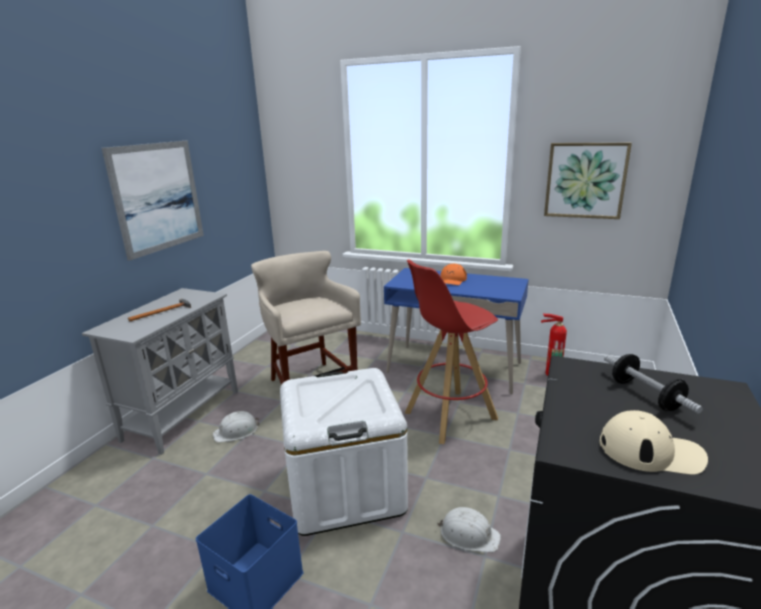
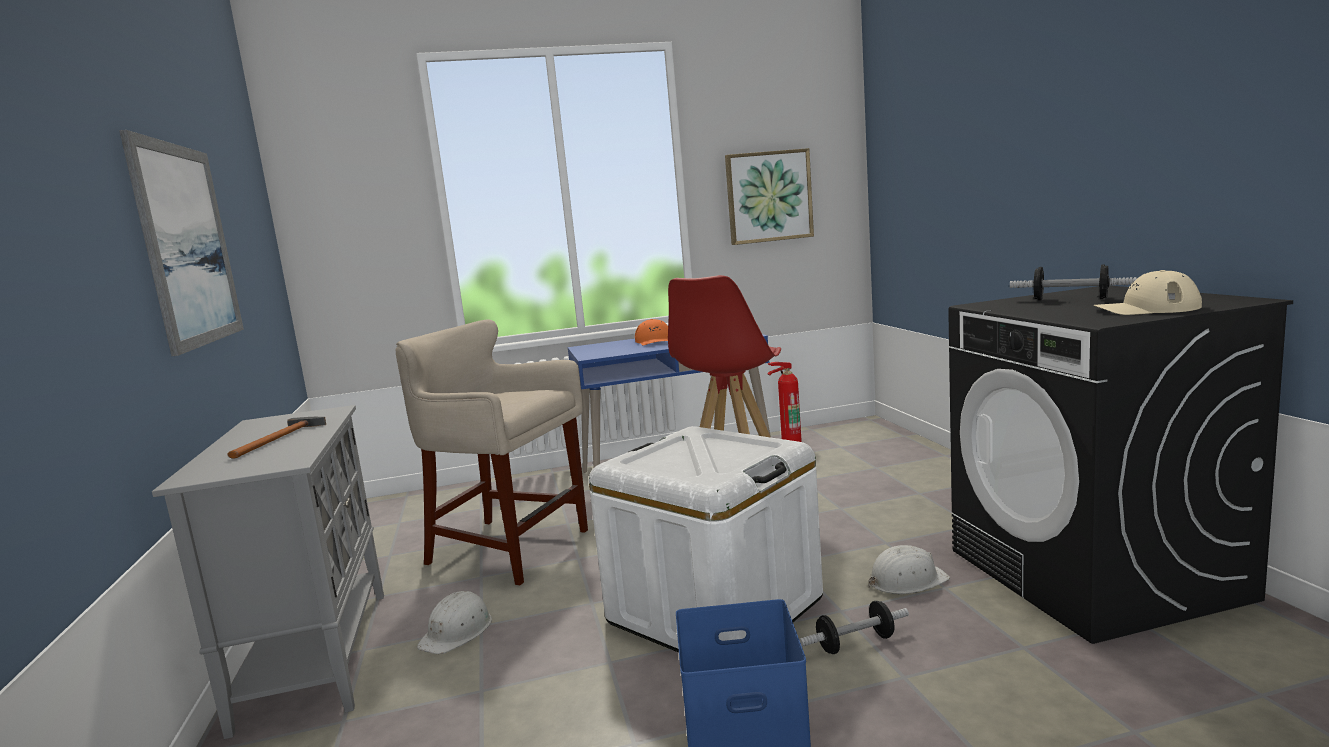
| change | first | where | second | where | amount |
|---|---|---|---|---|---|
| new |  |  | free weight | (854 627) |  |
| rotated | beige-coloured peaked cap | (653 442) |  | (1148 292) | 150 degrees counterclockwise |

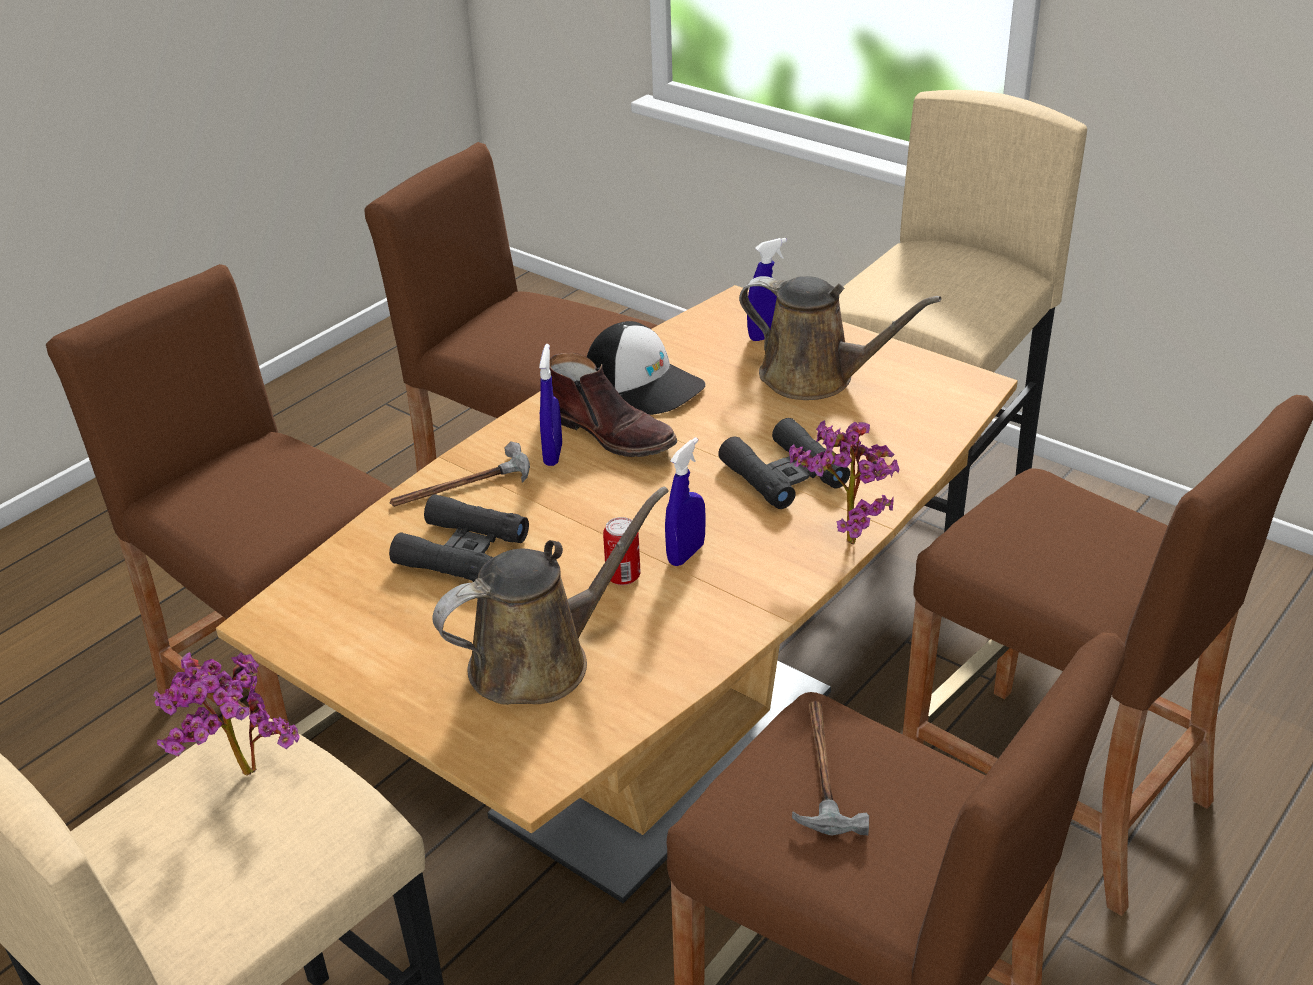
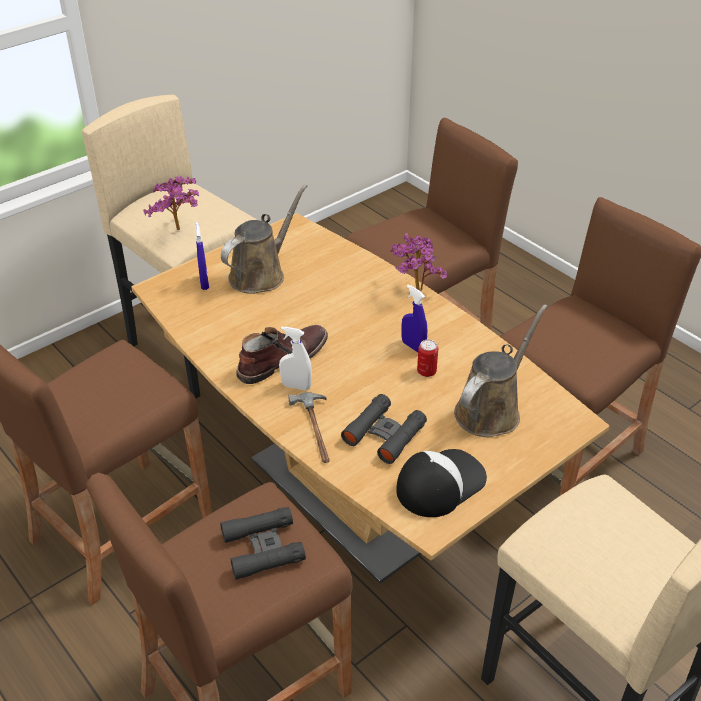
| change | first | where | second | where | amount |
|---|---|---|---|---|---|
| shifted | houseplant | (226 714) |  | (171 203) |  |
| shifted | black pair of binoculars | (784 463) |  | (263 543) |  |
| repainted | bluish sprayer | (550 405) | white sprayer | (295 358) |  |
| shifted | peaked cap | (646 368) |  | (441 483) |  |
| rotated | brown watering pot | (550 595) |  | (501 370) | 60 degrees clockwise |
| gone | hand hammer | (830 768) |  |  |  |

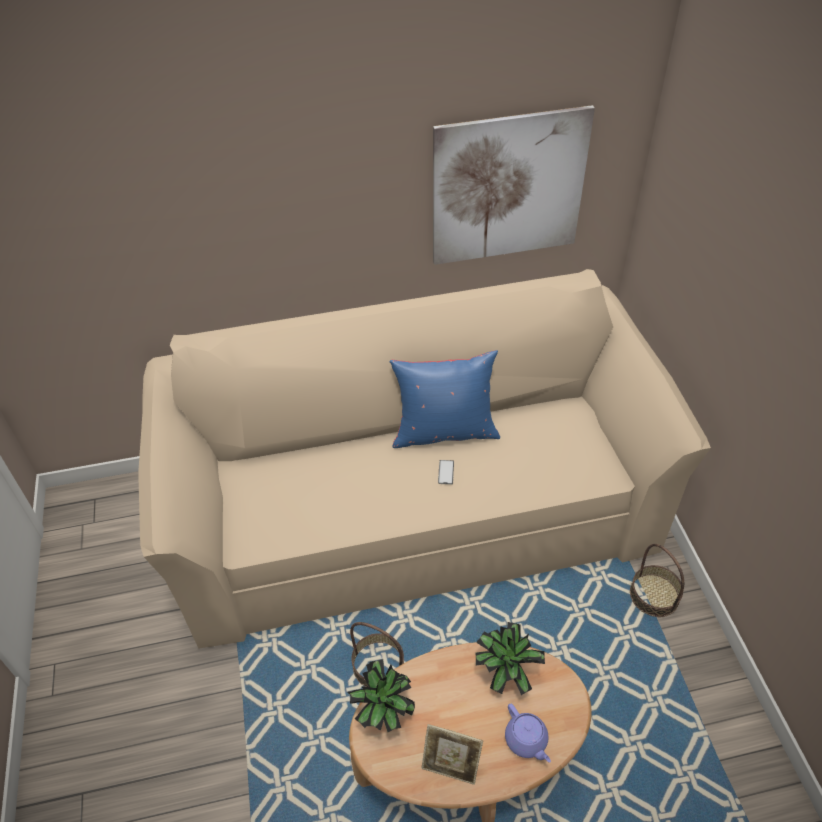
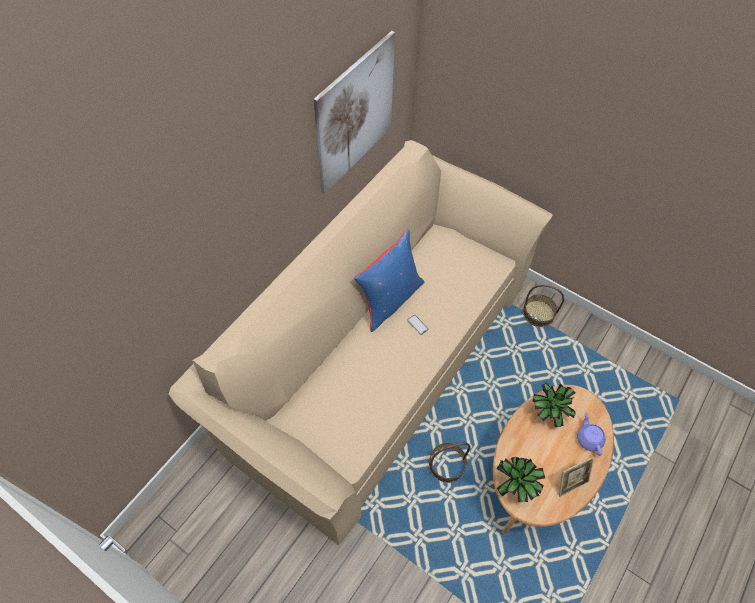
| change | first | where | second | where | amount |
|---|---|---|---|---|---|
| rotated | purplish teapot | (528 733) |  | (591 434) | 120 degrees counterclockwise |

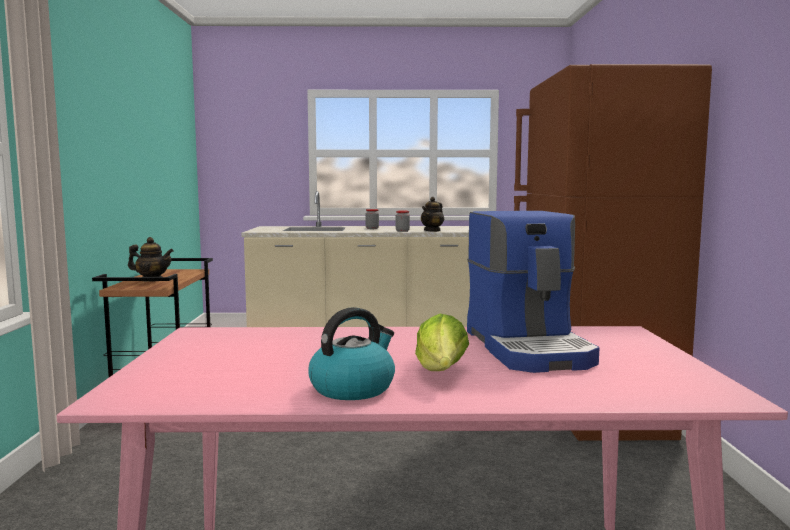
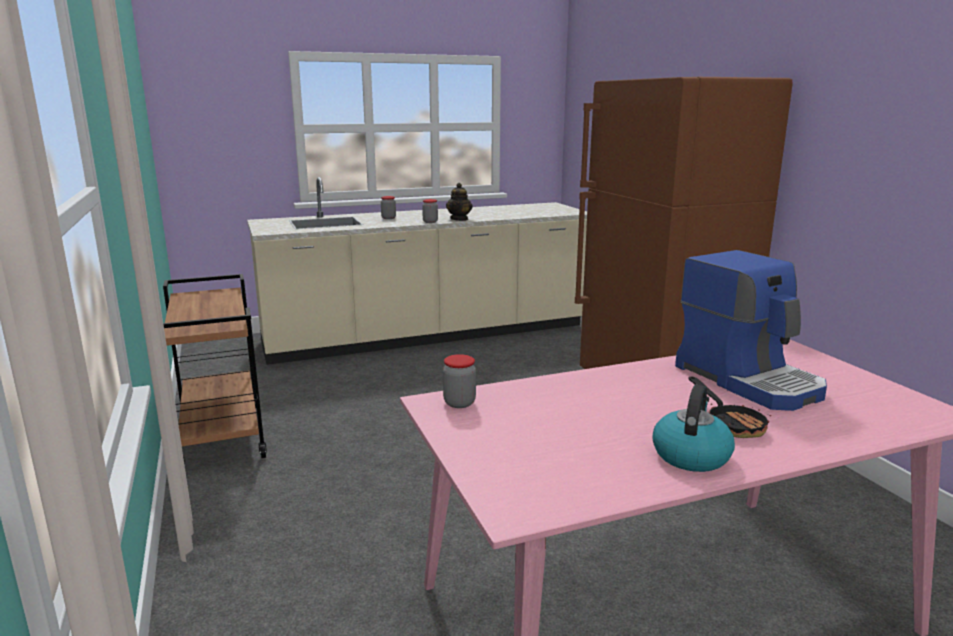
| change | first | where | second | where | amount |
|---|---|---|---|---|---|
| new |  |  | preserve jar | (459 381) |  |
| swapped | lettuce head | (442 342) | pan | (730 407) |  |
| gone | teapot | (151 259) |  |  |  |

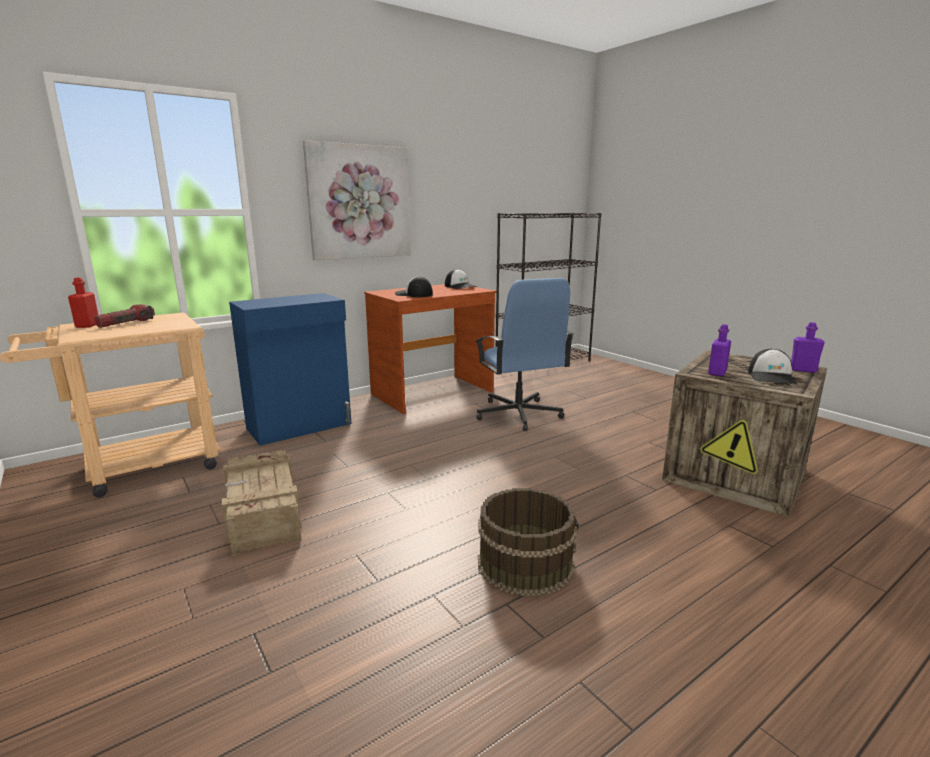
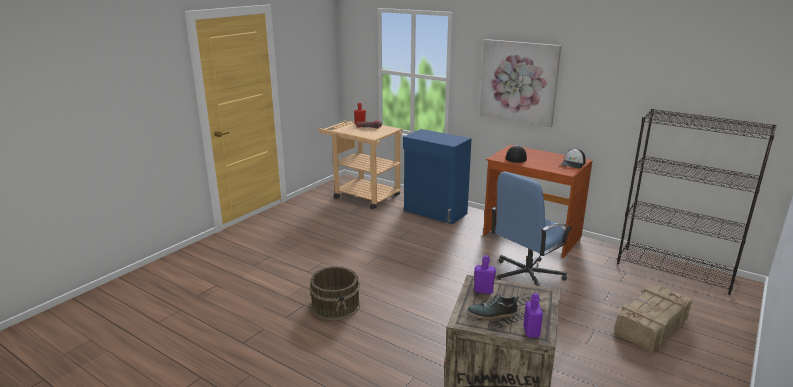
| change | first | where | second | where | amount |
|---|---|---|---|---|---|
| swapped | peaked cap | (772 366) | item of footwear | (493 307) |  |
| shifted | packing crate | (262 503) |  | (653 319) |  |

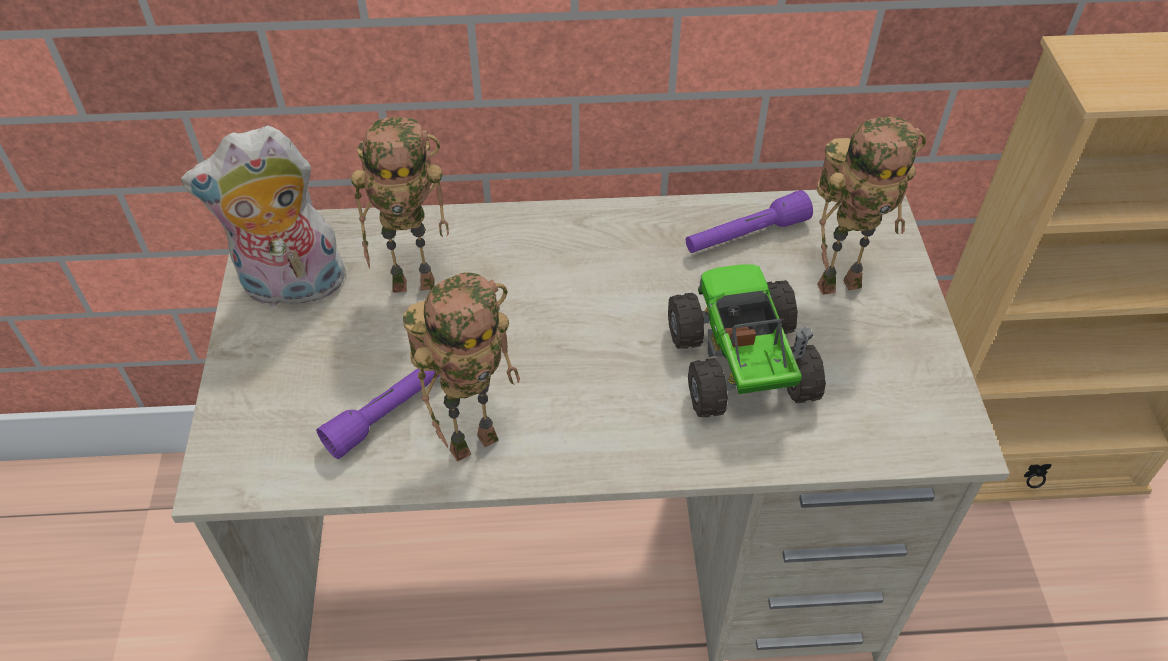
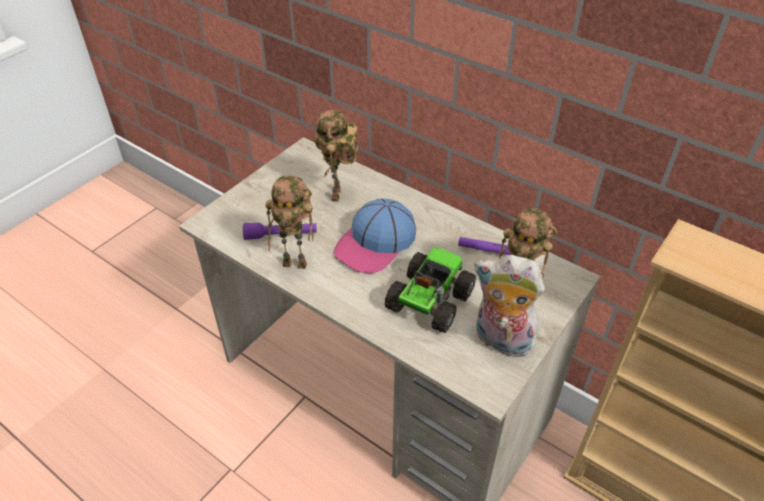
| change | first | where | second | where | amount |
|---|---|---|---|---|---|
| rotated | model robot | (400 205) |  | (336 156) | 60 degrees clockwise |
| new |  |  | peaked cap | (375 235) |  |
| shifted | cuddly toy | (264 217) |  | (509 306) |  |

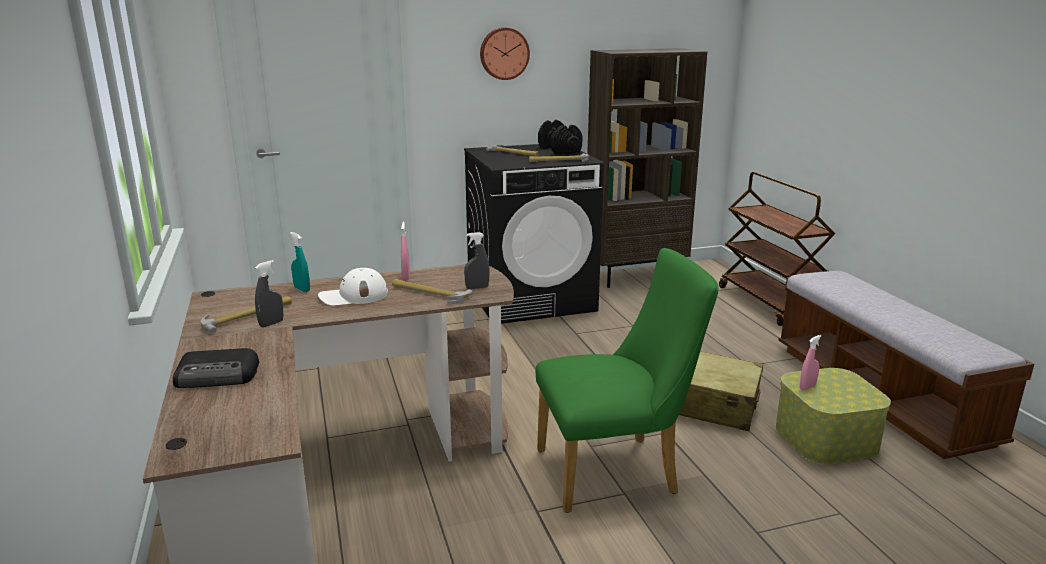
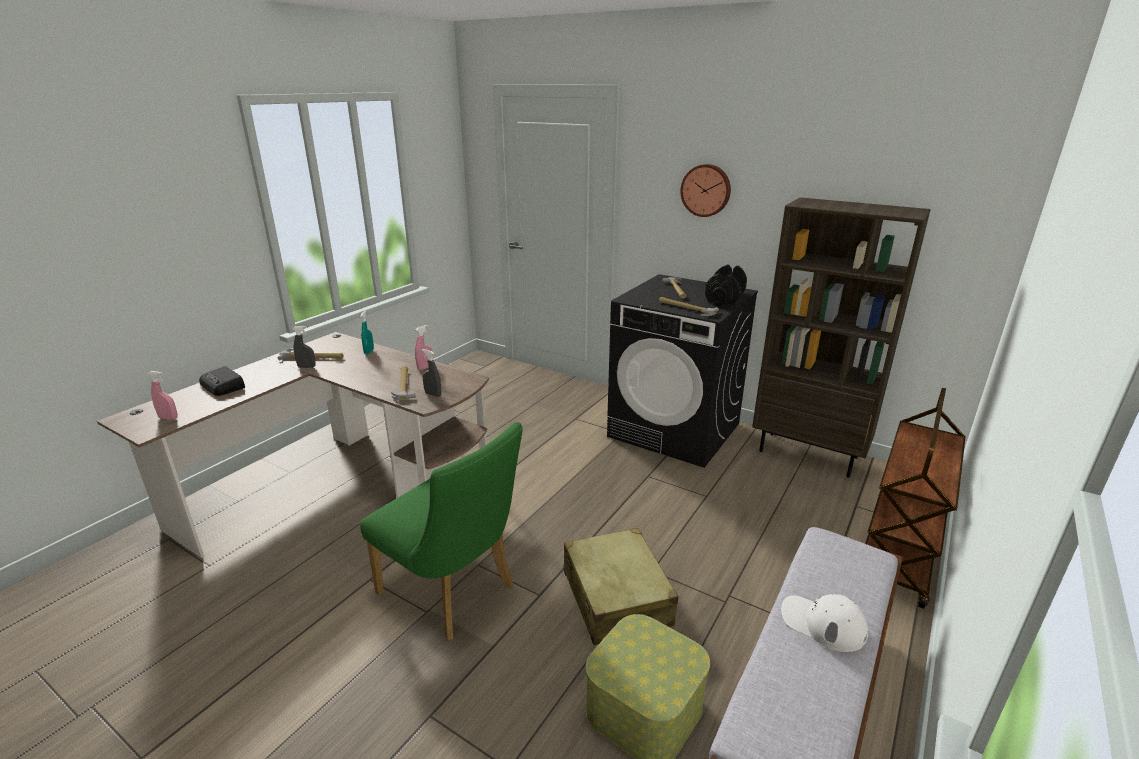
| change | first | where | second | where | amount |
|---|---|---|---|---|---|
| shifted | pinkish sprayer | (811 362) |  | (162 395) |  |
| shifted | white peaked cap | (353 287) |  | (824 623) |  |

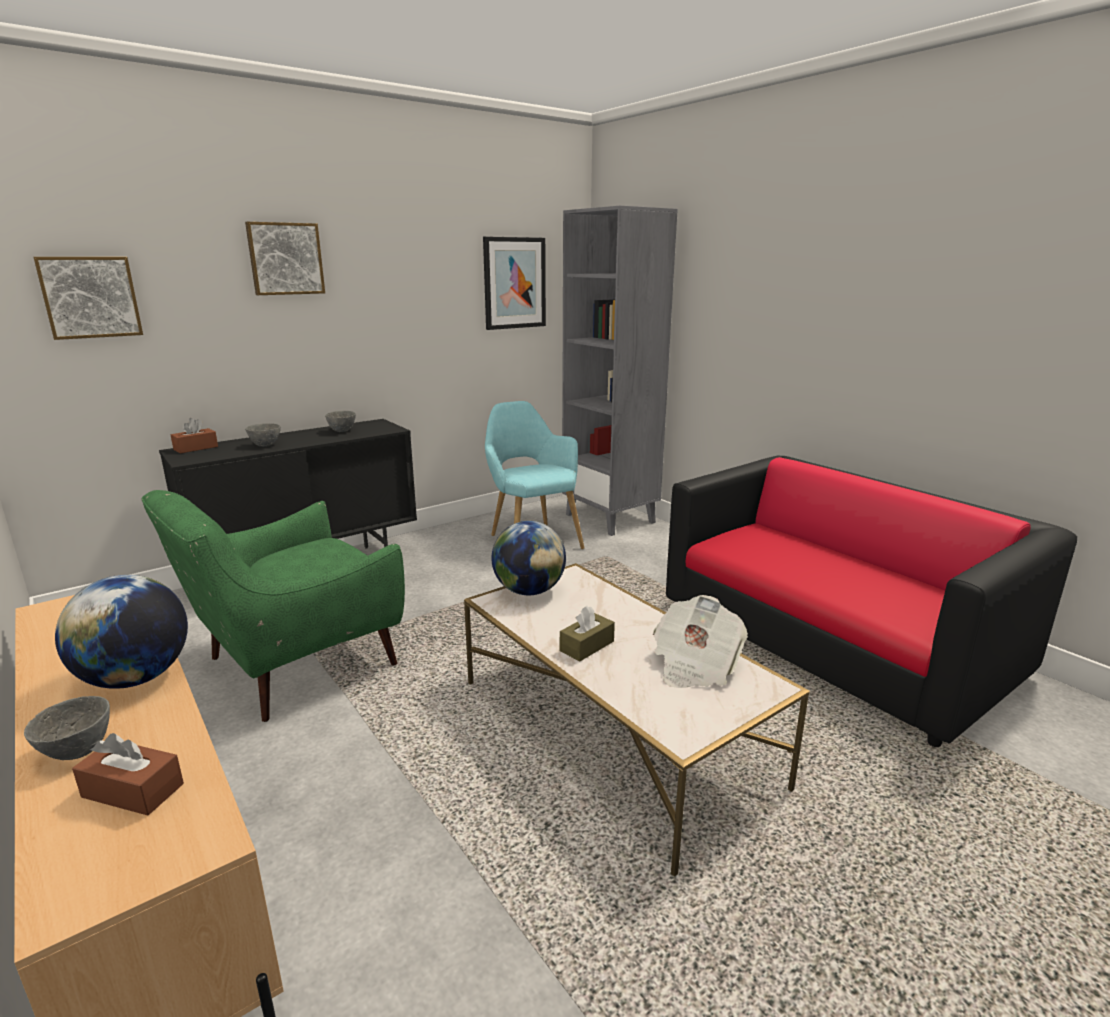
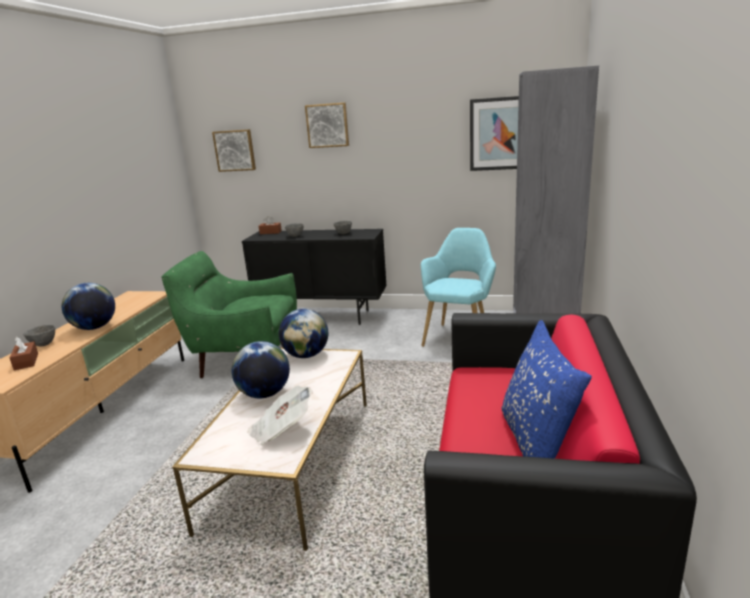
| change | first | where | second | where | amount |
|---|---|---|---|---|---|
| swapped | brown tissue box | (587 634) | world globe | (261 369) |  |
| new |  |  | bluish pillow | (547 389) |  |

